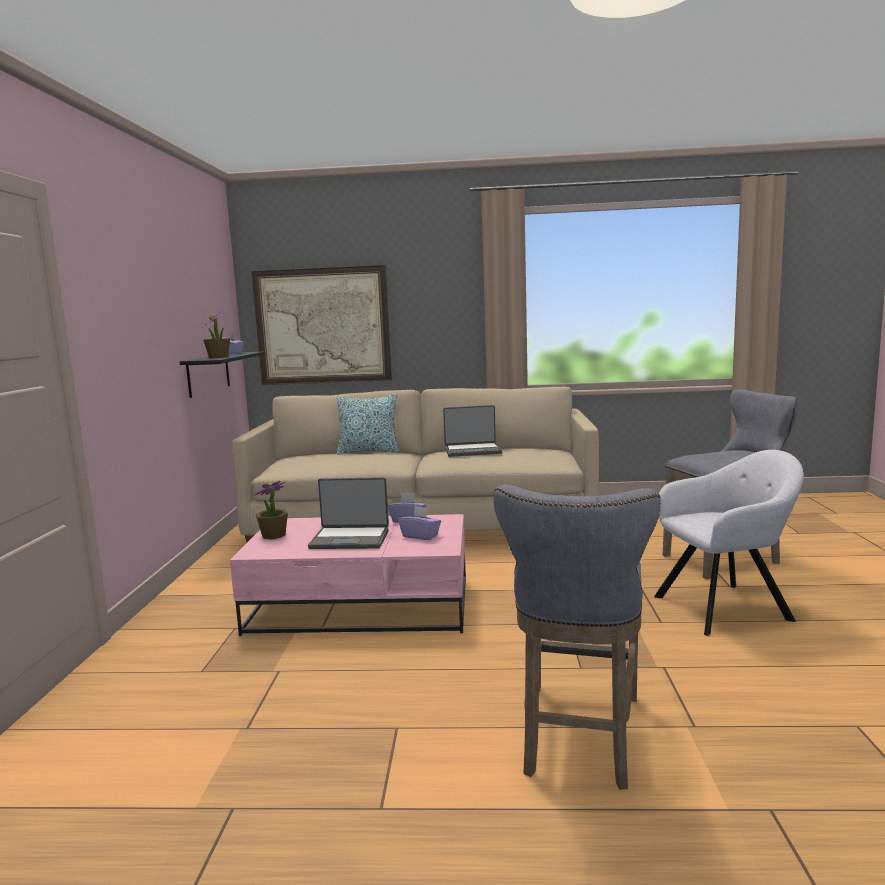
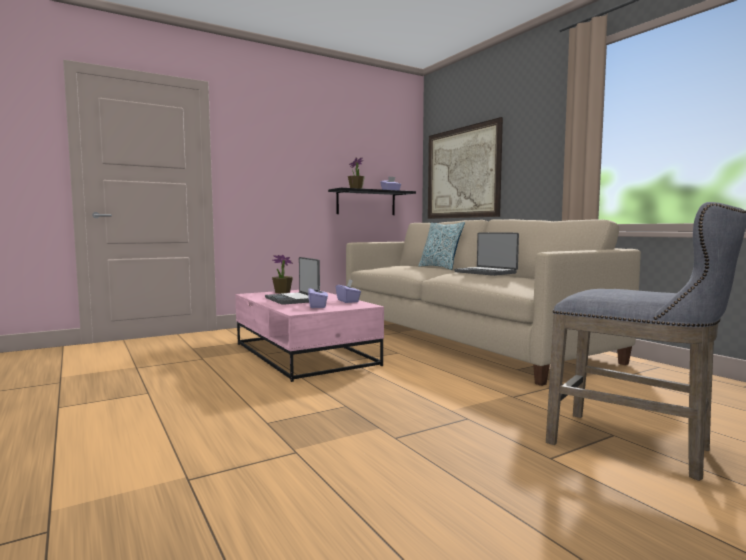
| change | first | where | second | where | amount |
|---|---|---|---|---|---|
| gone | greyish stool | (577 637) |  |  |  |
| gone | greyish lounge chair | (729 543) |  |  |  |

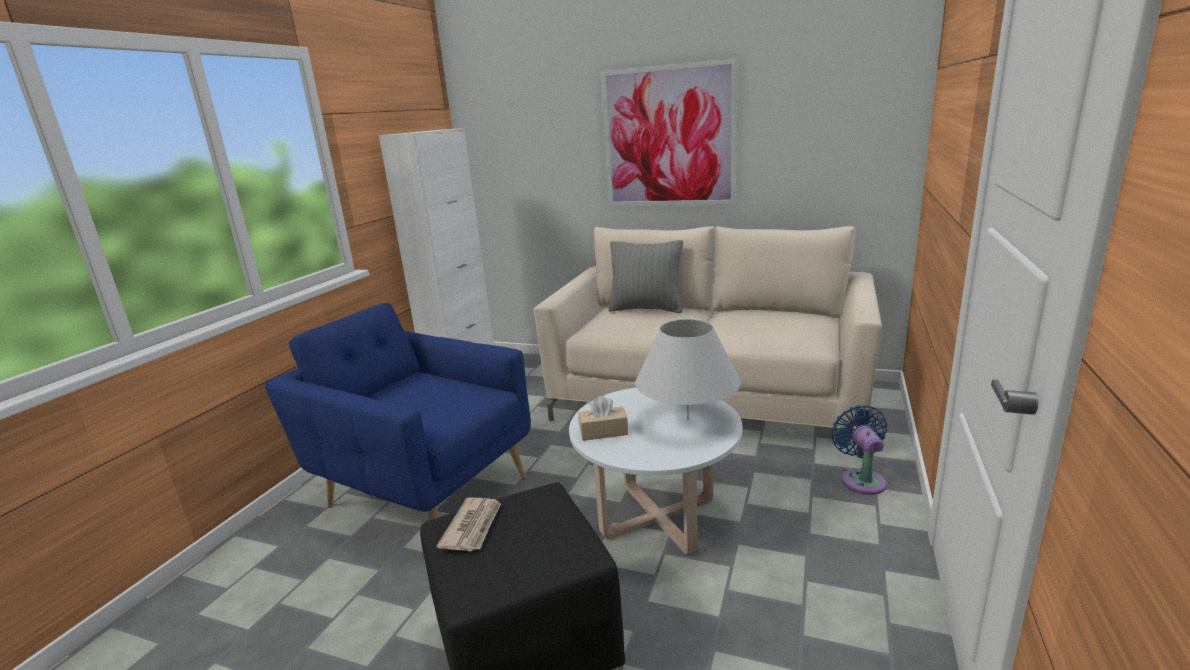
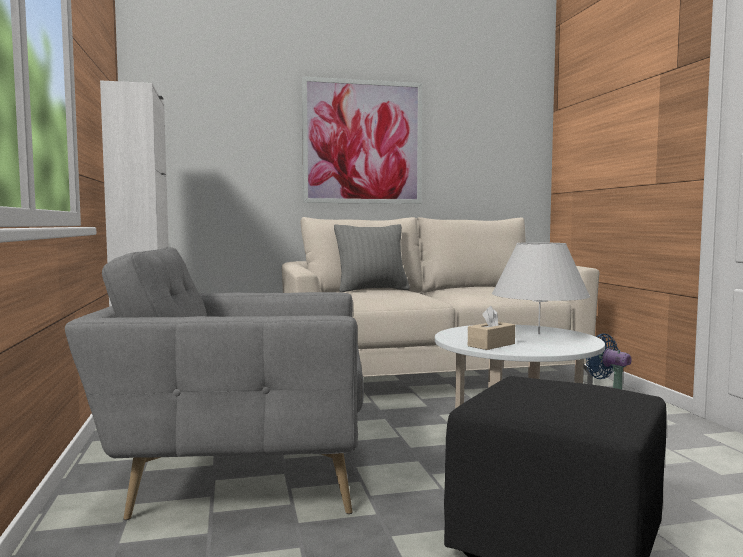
| change | first | where | second | where | amount |
|---|---|---|---|---|---|
| repainted | bluish lounge chair | (398 411) | greyish lounge chair | (214 383) |  |
| gone | printed paper | (469 524) |  |  |  |

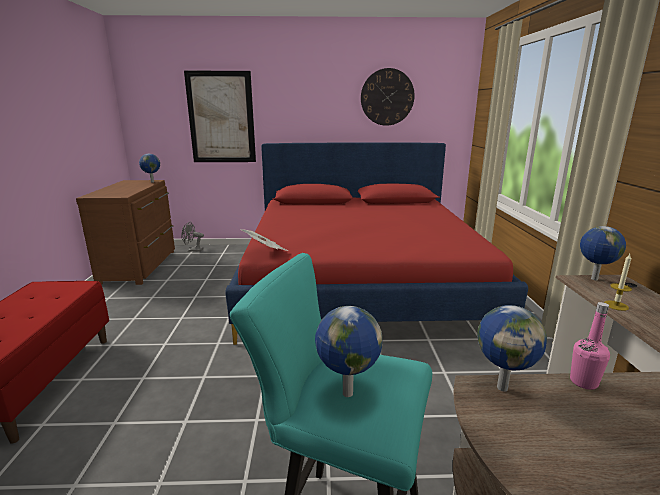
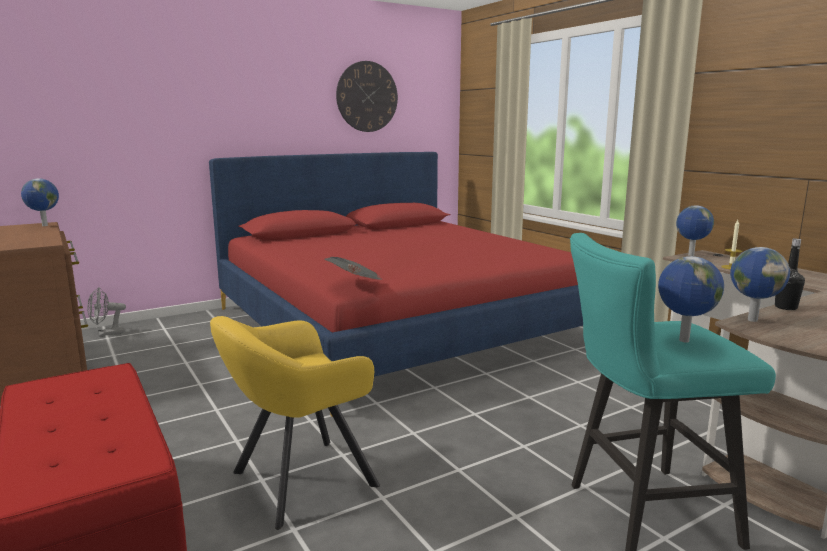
| change | first | where | second | where | amount |
|---|---|---|---|---|---|
| new |  |  | yellowish lounge chair | (295 423) |  |
| repainted | pinkish bottle | (590 346) | black bottle | (790 274) |  |
| gone | wall art | (220 116) |  |  |  |

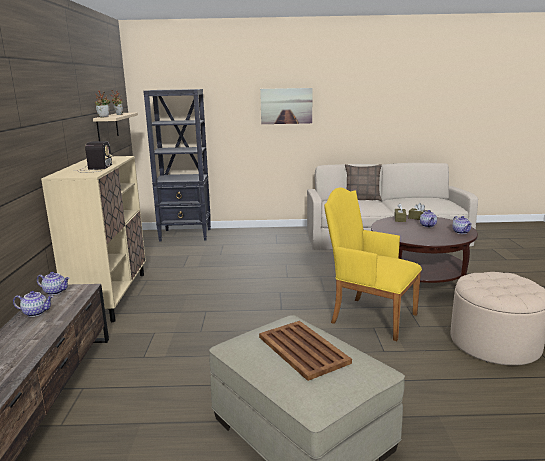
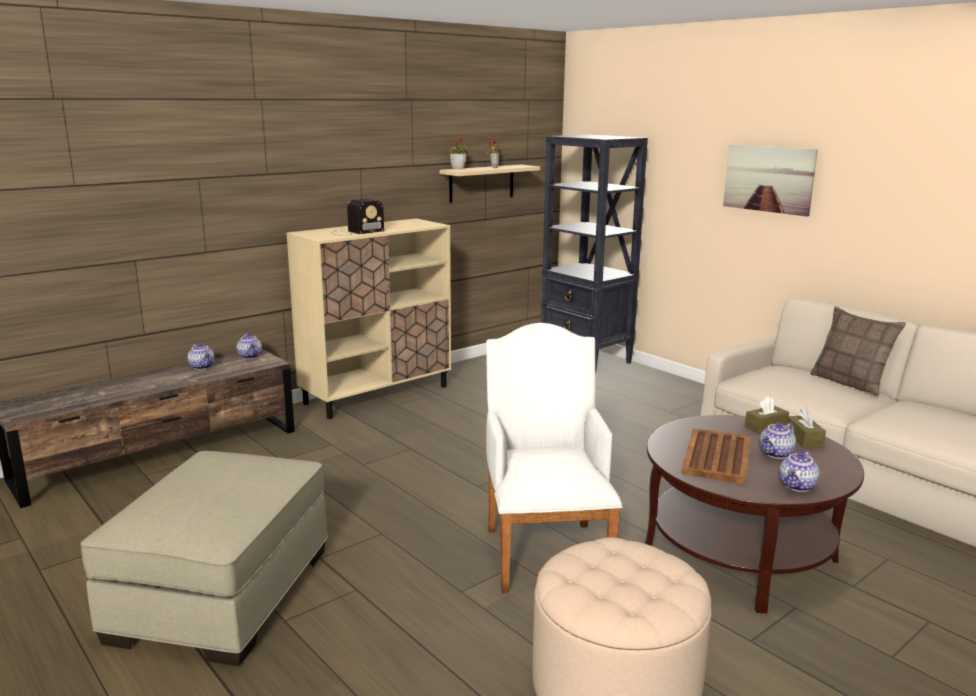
| change | first | where | second | where | amount |
|---|---|---|---|---|---|
| repainted | yellowish lounge chair | (373 264) | white lounge chair | (554 458) |  |
| shifted | brown tray | (305 351) |  | (716 456) |  |

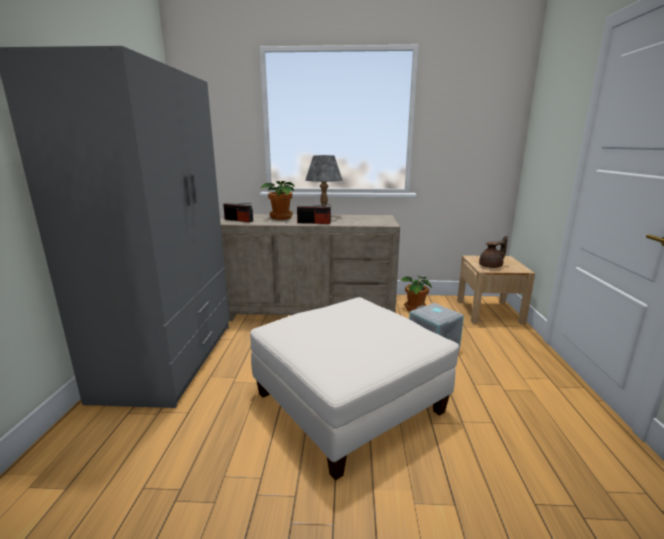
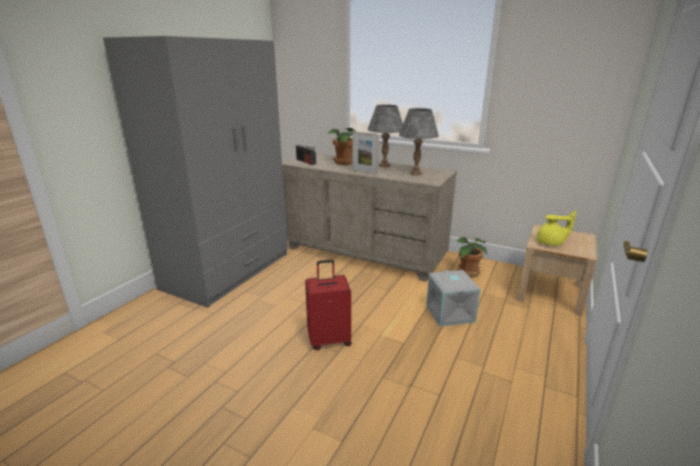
| change | first | where | second | where | amount |
|---|---|---|---|---|---|
| swapped | white footrest | (354 389) | reddish piece of luggage | (328 305) |  |
| swapped | radio set | (314 214) | picture frame | (365 152) |  |
| new |  |  | greyish table lamp | (419 141) |  |
| repainted | brown teapot | (493 252) | yellowish teapot | (556 228) |  |

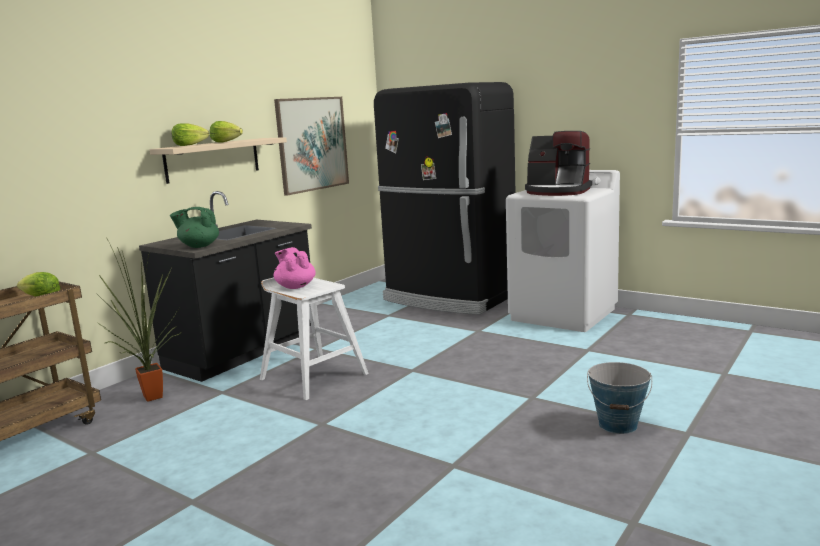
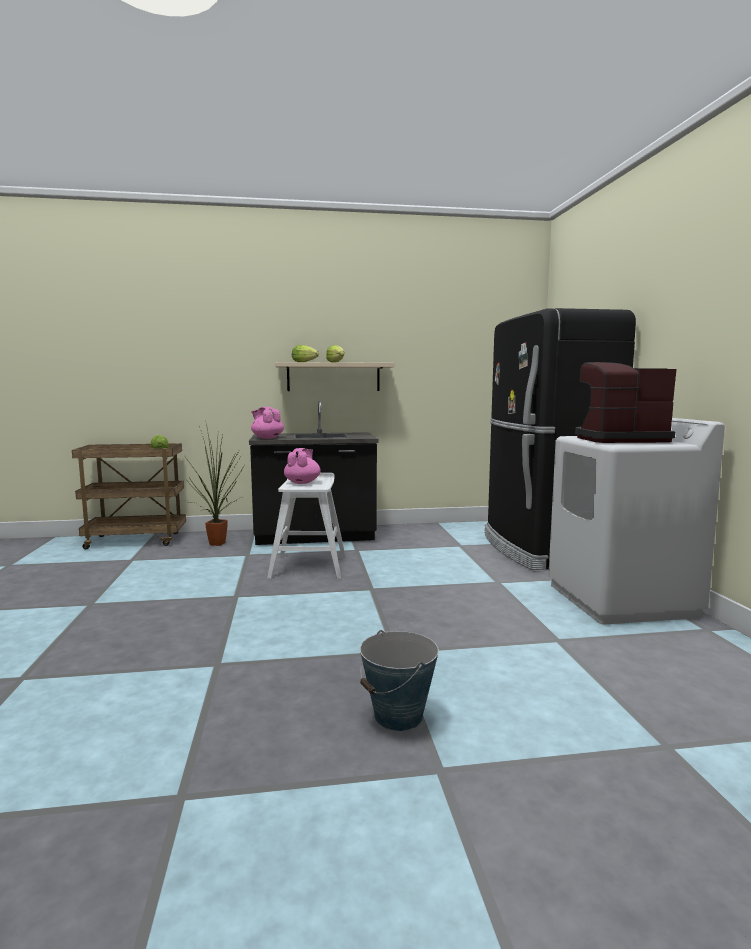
| change | first | where | second | where | amount |
|---|---|---|---|---|---|
| repainted | green-coloured teapot | (194 227) | pinkish teapot | (267 423) |  |
| rotated | coffee machine | (558 163) |  | (626 402) | 105 degrees clockwise |
| gone | wall art | (311 146) |  |  |  |

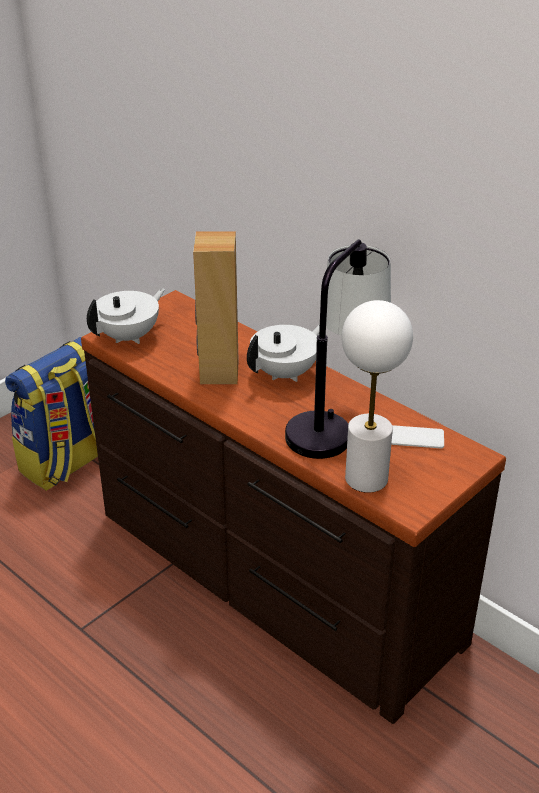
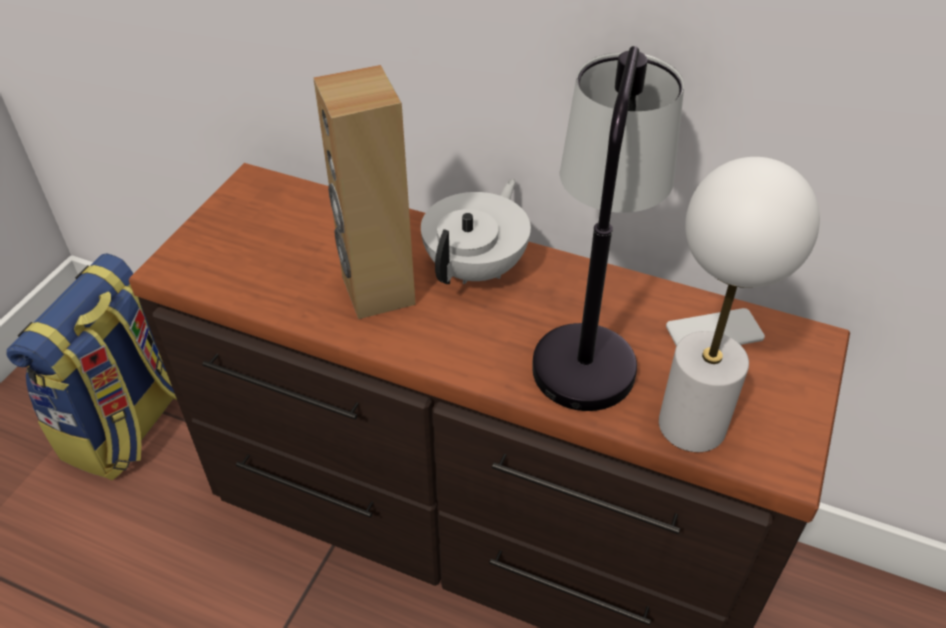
| change | first | where | second | where | amount |
|---|---|---|---|---|---|
| gone | white teapot | (126 316) |  |  |  |

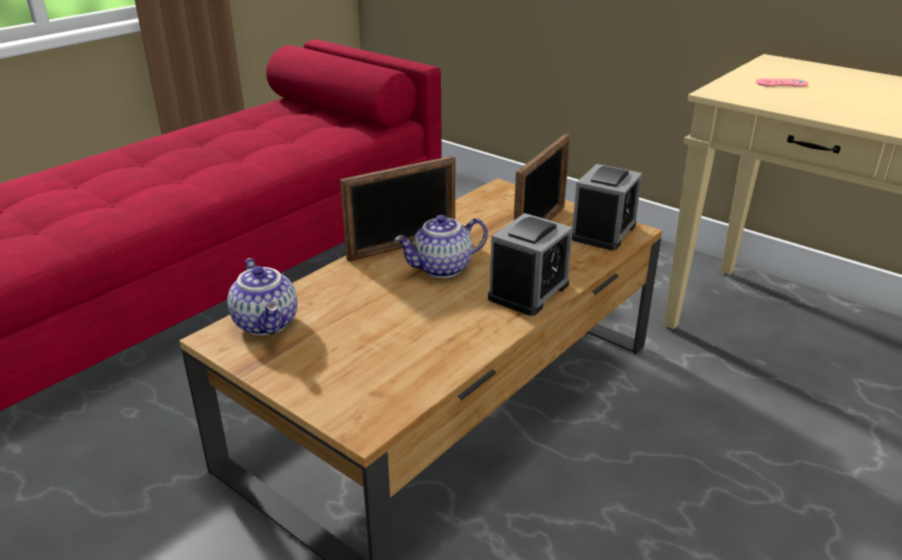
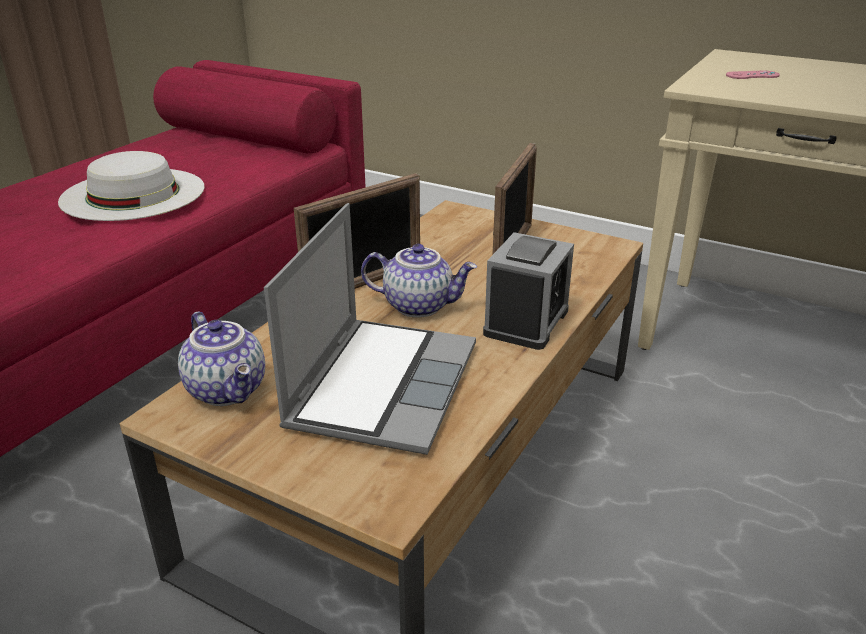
| change | first | where | second | where | amount |
|---|---|---|---|---|---|
| new |  |  | white hat | (131 186) |  |
| new |  |  | laptop | (370 329) |  |
| rotated | teapot | (441 246) |  | (419 281) | 135 degrees counterclockwise |
| gone | alarm clock | (607 207) |  |  |  |

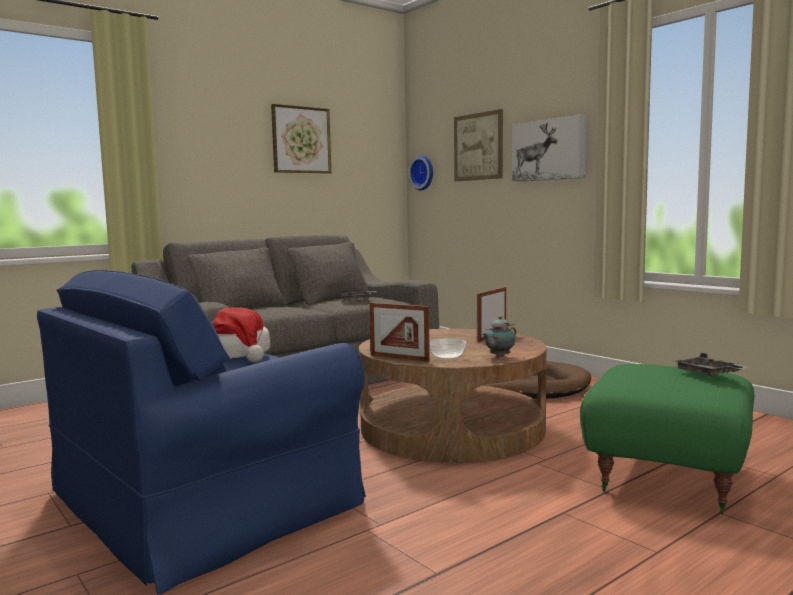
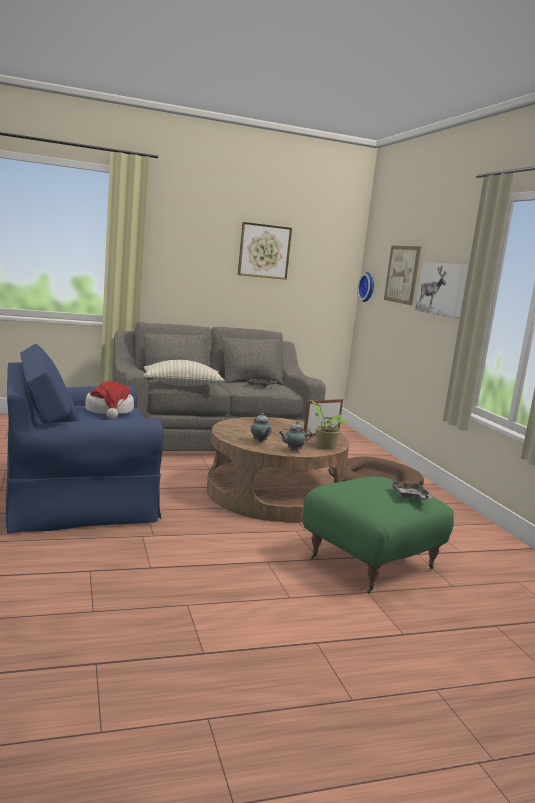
| change | first | where | second | where | amount |
|---|---|---|---|---|---|
| new |  |  | pillow | (183 373) |  |
| swapped | bowl | (447 348) | teapot | (261 427) |  |
| new |  |  | houseplant | (329 425) |  |
| gone | picture frame | (399 332) |  |  |  |

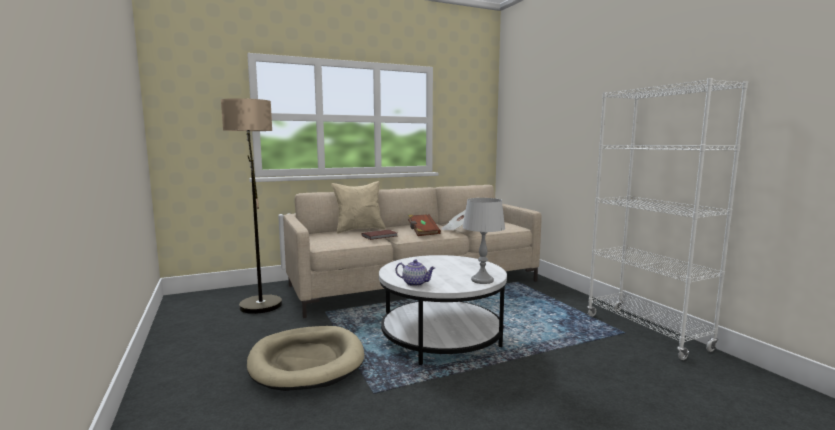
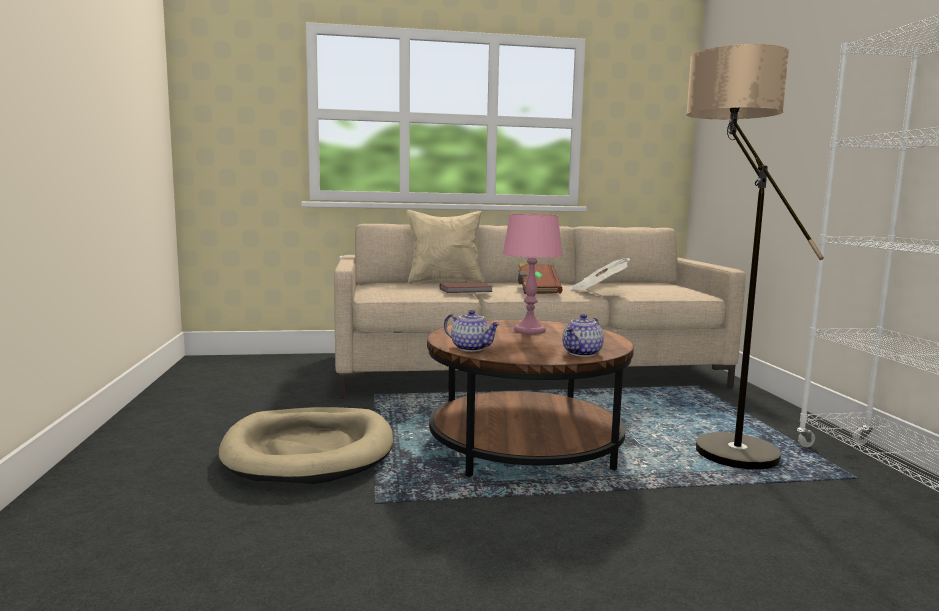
| change | first | where | second | where | amount |
|---|---|---|---|---|---|
| repainted | white low table | (443 310) | brown low table | (530 398) |  |
| new |  |  | pinkish table lamp | (533 274) |  |
| swapped | greyish table lamp | (484 241) | teapot | (583 335) |  |
| shifted | standard lamp | (251 206) |  | (755 257) |  |

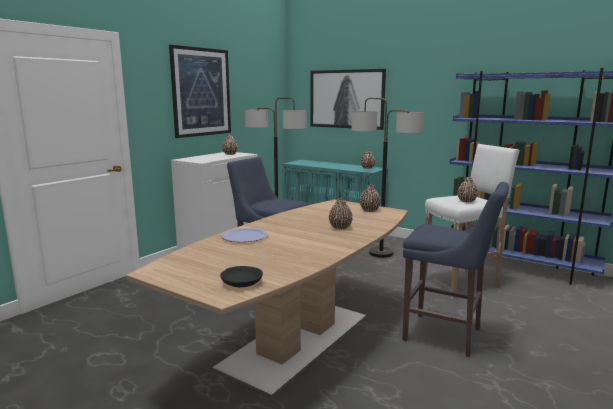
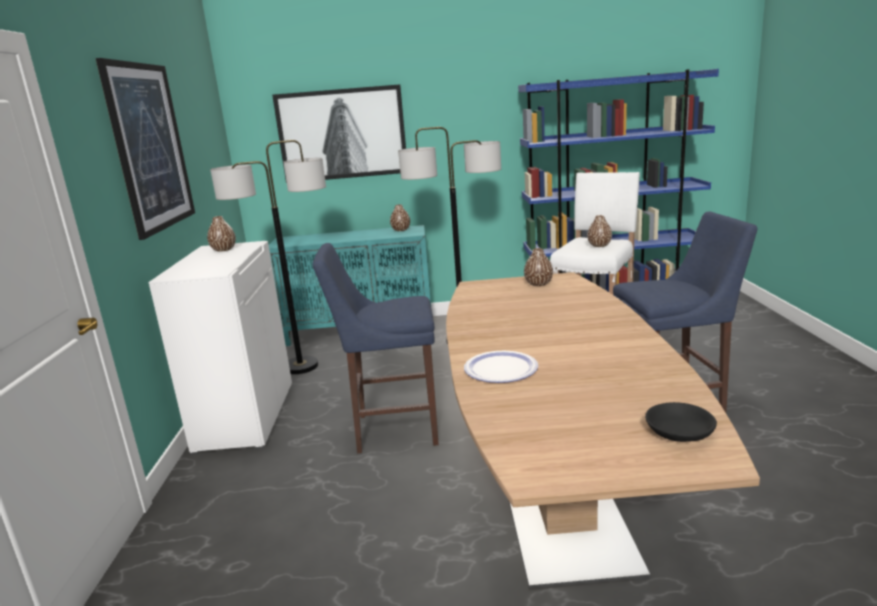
| change | first | where | second | where | amount |
|---|---|---|---|---|---|
| gone | brown vase | (341 213) |  |  |  |

